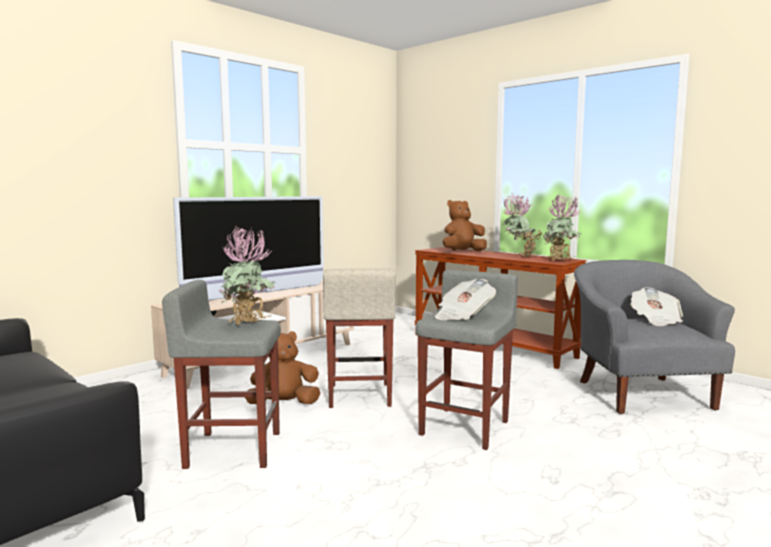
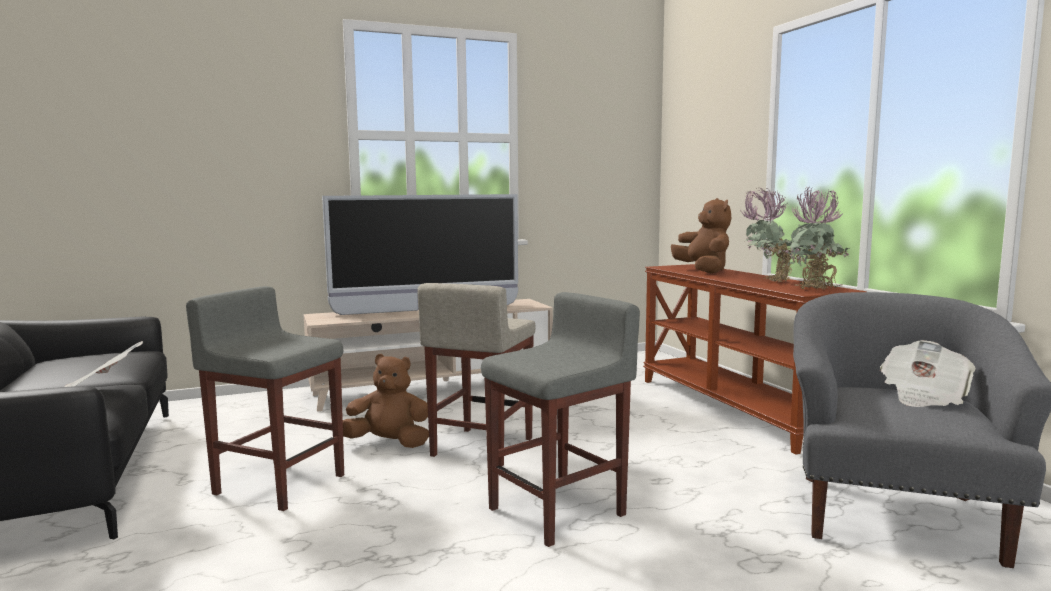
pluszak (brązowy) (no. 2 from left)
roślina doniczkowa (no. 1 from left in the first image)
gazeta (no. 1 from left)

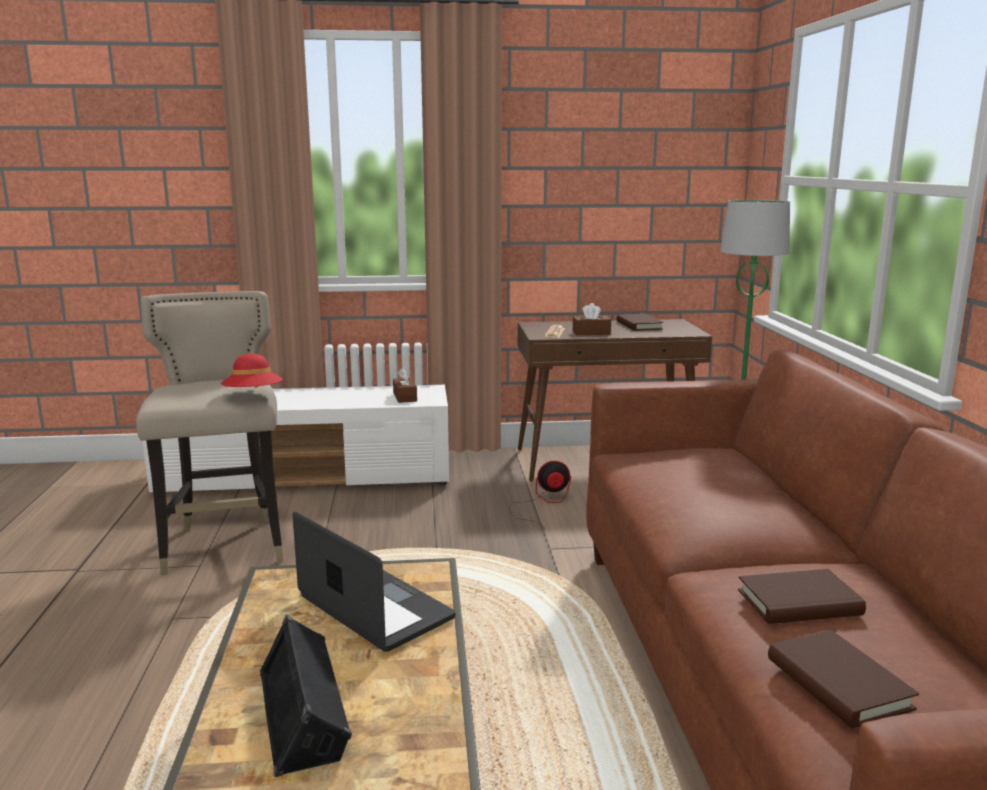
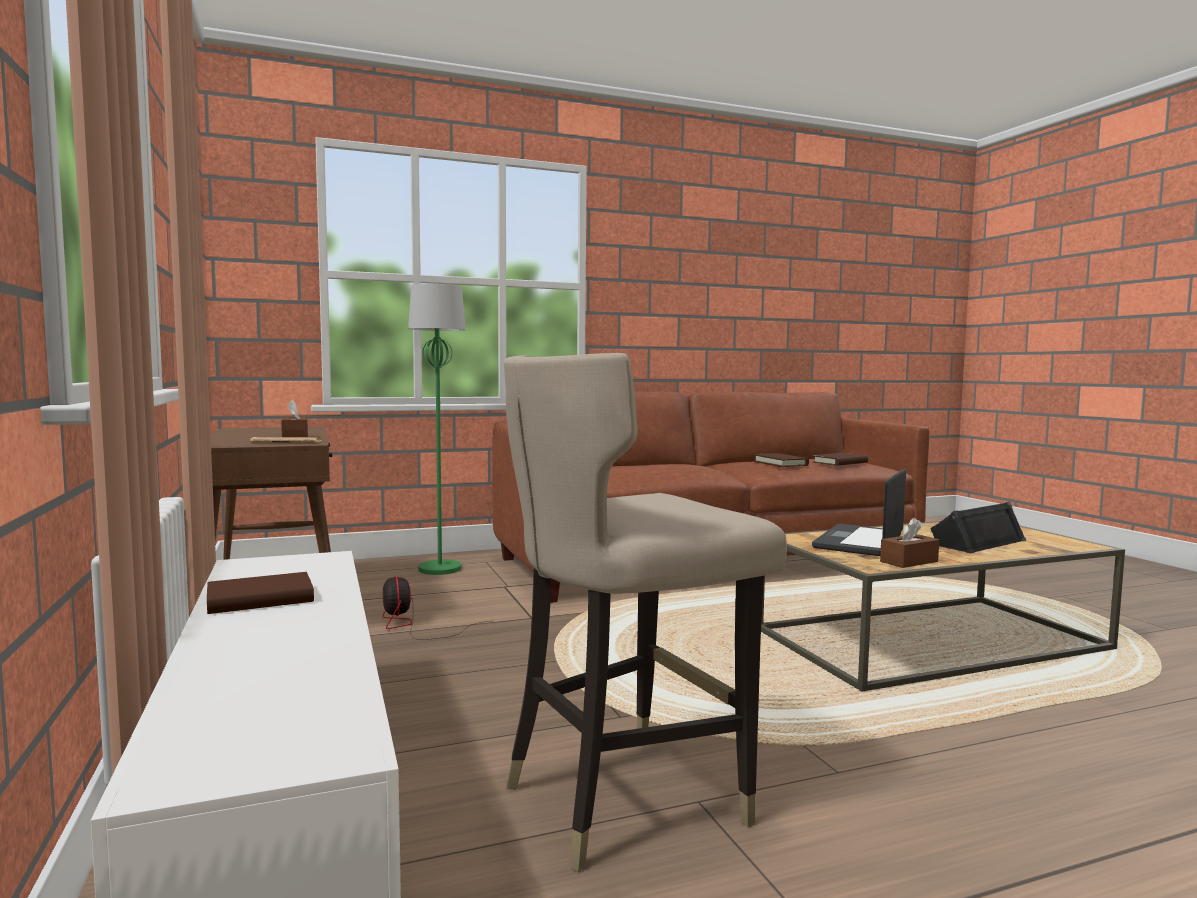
książka (brązowy) (no. 1 from left)
kapelusz (czerwony)
pudełko chusteczek (brązowy) (no. 2 from left)

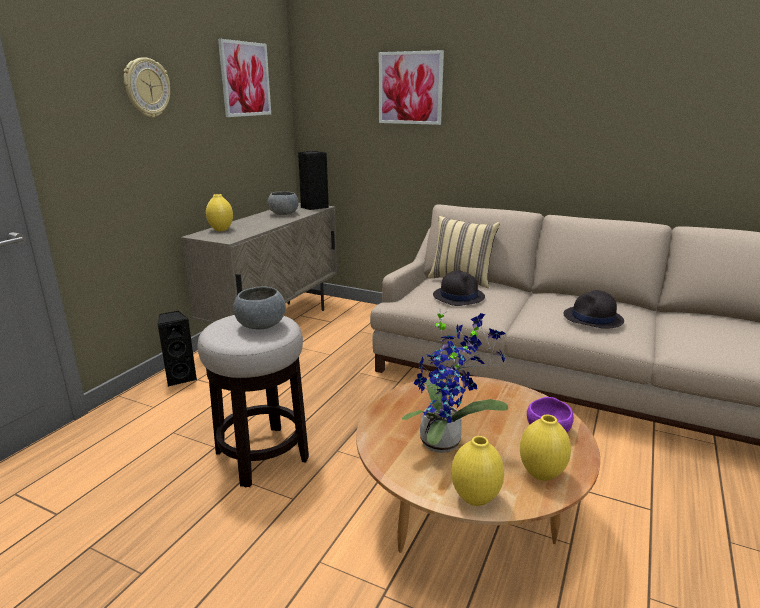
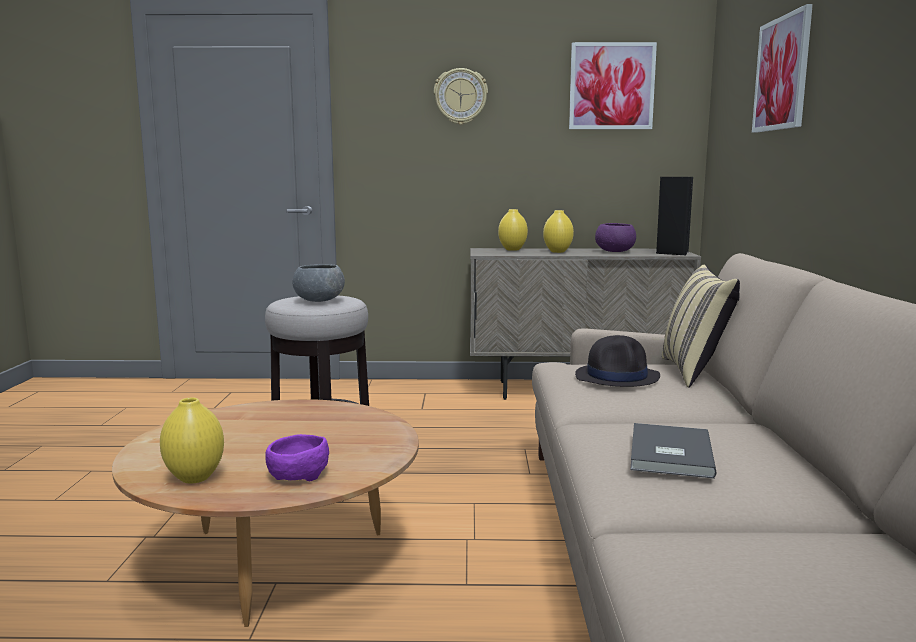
miska (fioletowy) (no. 2 from left)
książka (szary)
roślina doniczkowa
głośnik (czarny) (no. 1 from left in the first image)
wazon (żółty) (no. 3 from left)

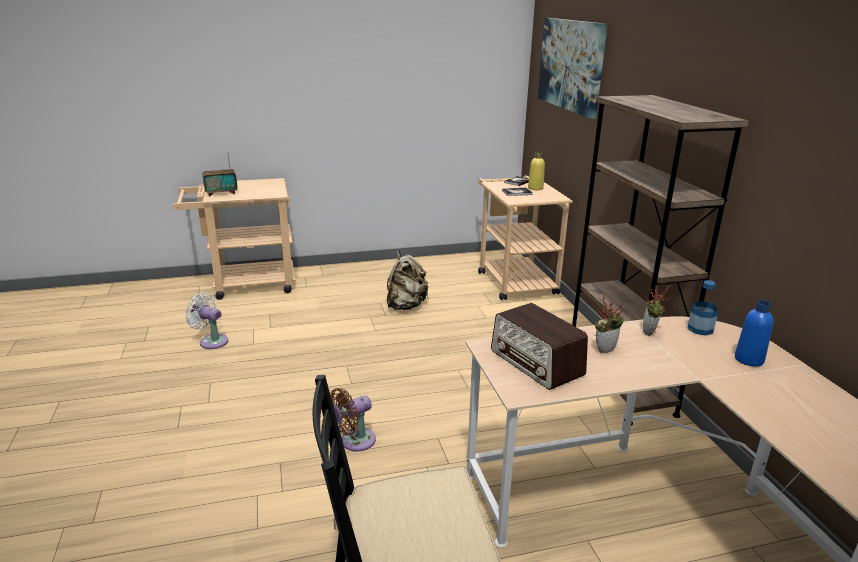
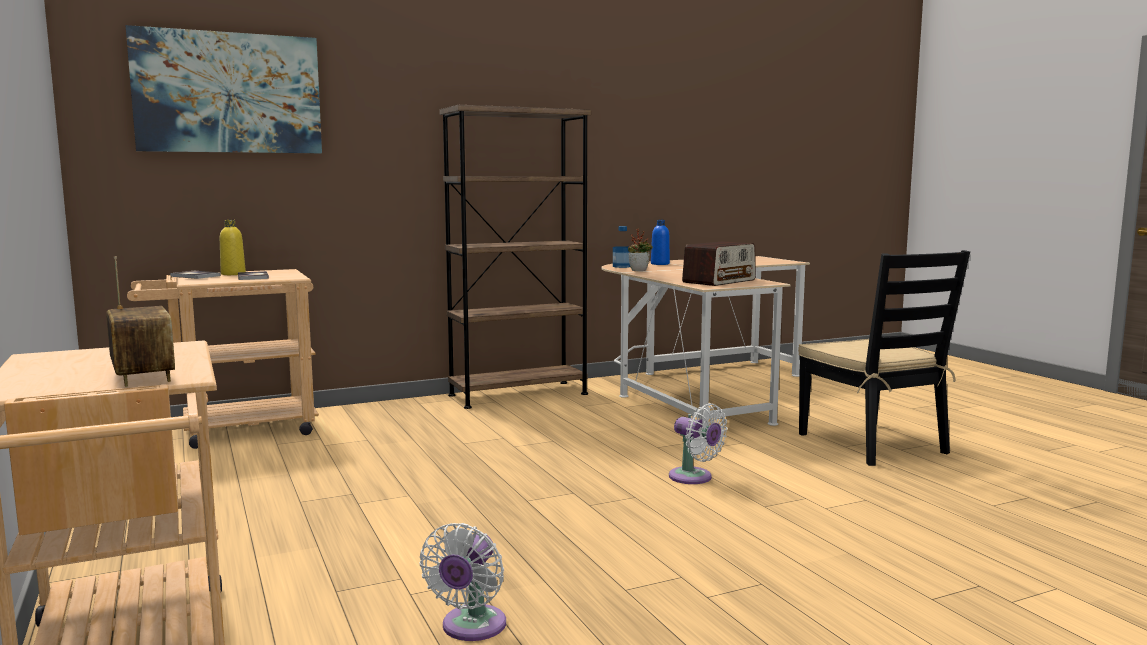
plecak (beżowy)
roślina doniczkowa (no. 1 from left in the first image)
wentylator (biały) (no. 2 from left)

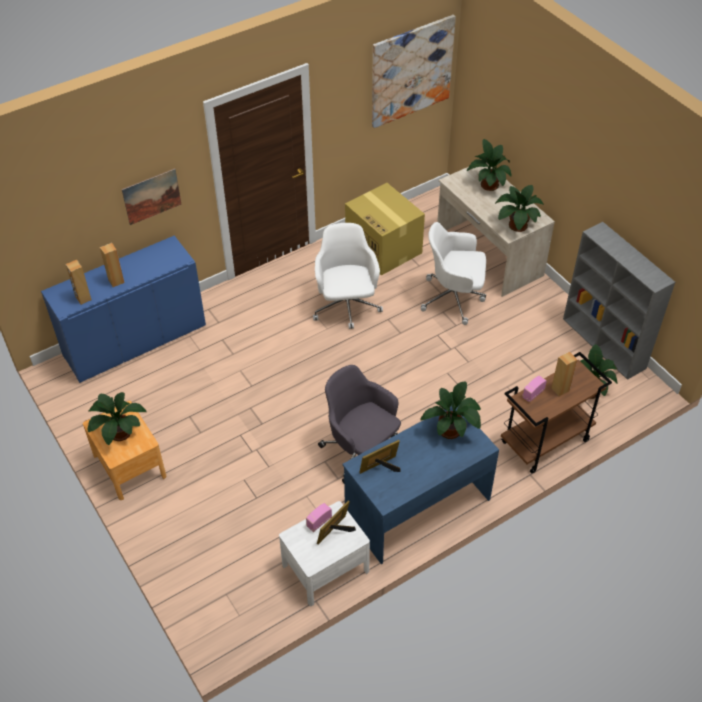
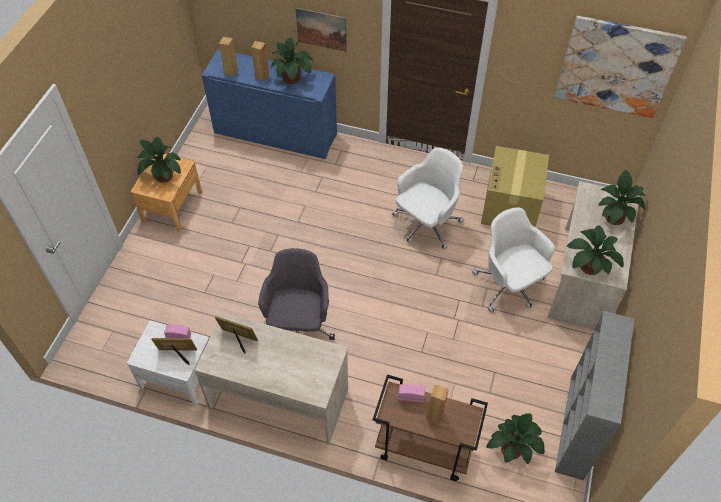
roślina doniczkowa (no. 2 from left)
biurko (beżowy) (no. 1 from left)

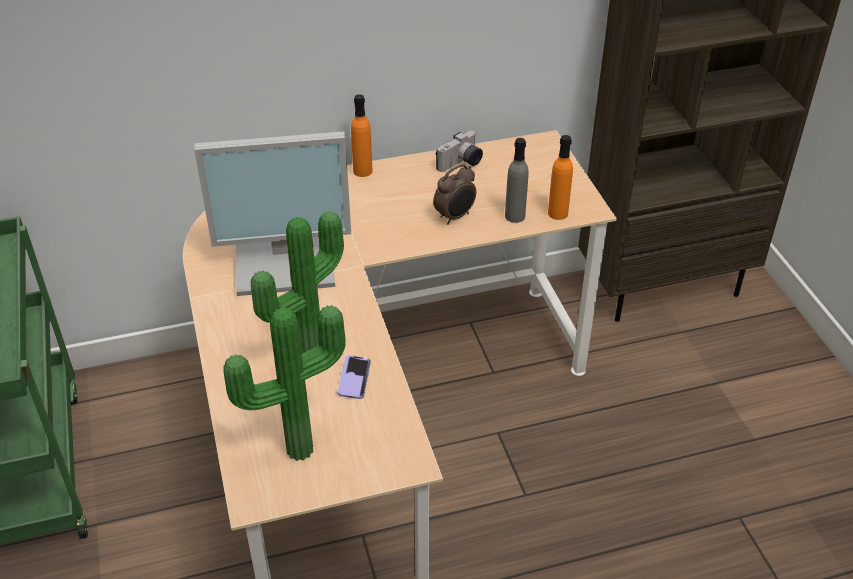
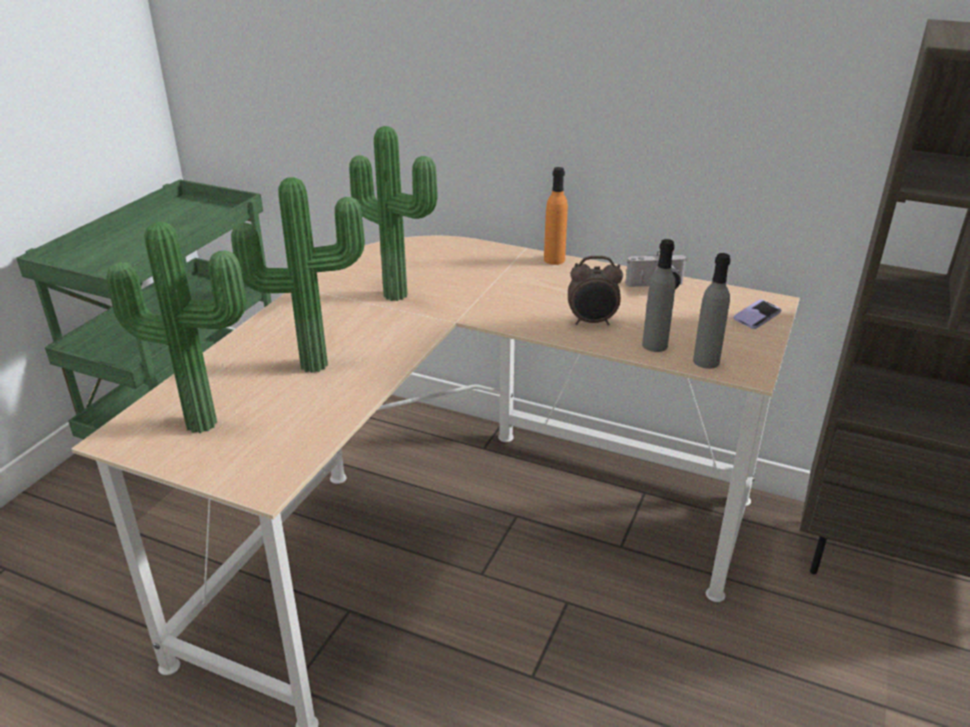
roślina doniczkowa (no. 3 from left)
butelka (szary) (no. 2 from left)
telefon

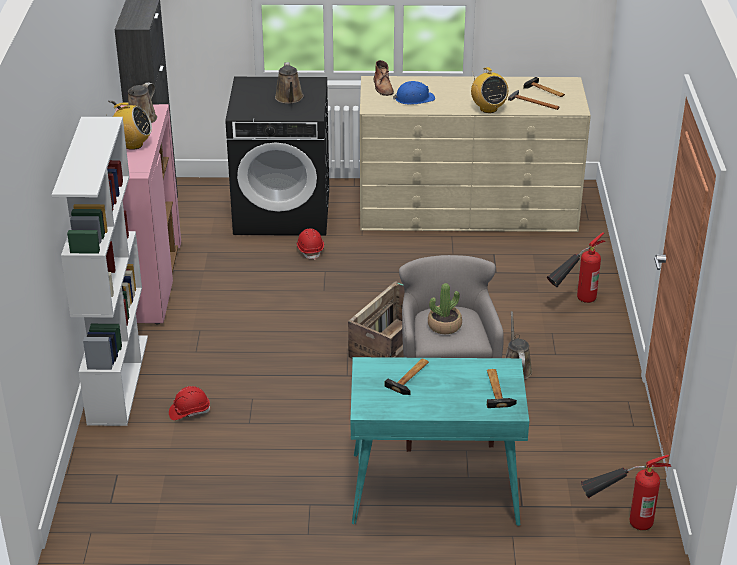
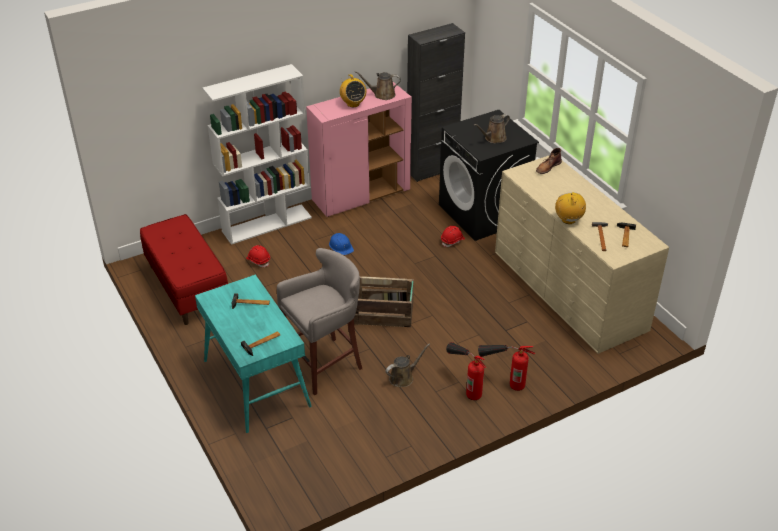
radio (no. 2 from left)
kask (niebieski)
roślina doniczkowa
gaśnica (no. 1 from left)
ławka (czerwony)

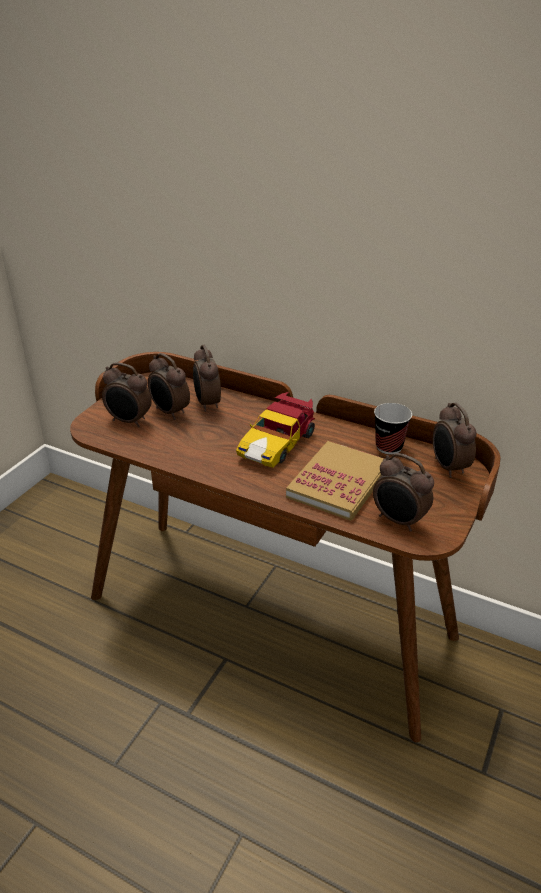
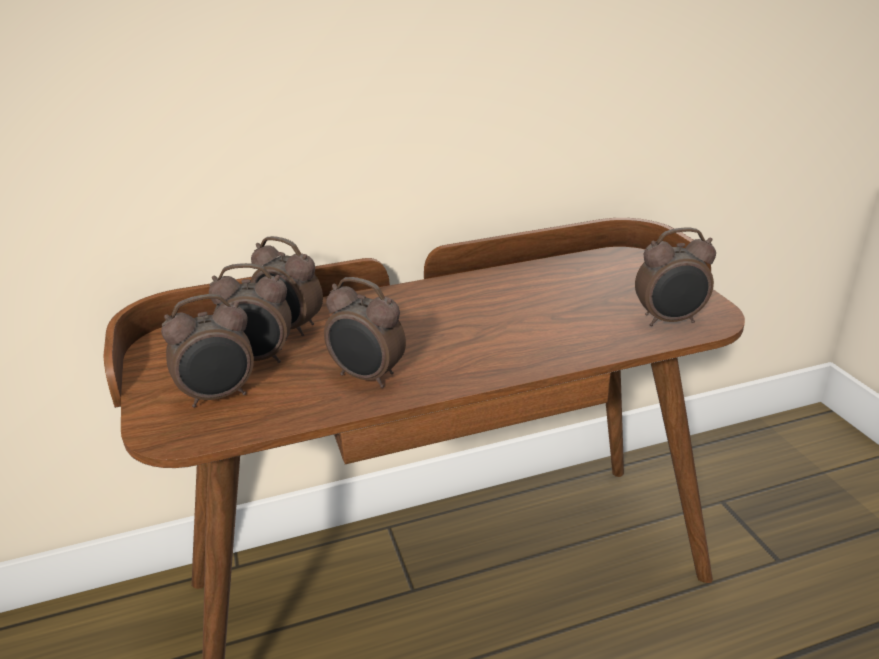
samochodzik
budzik (no. 4 from left)
filiżanka
książka

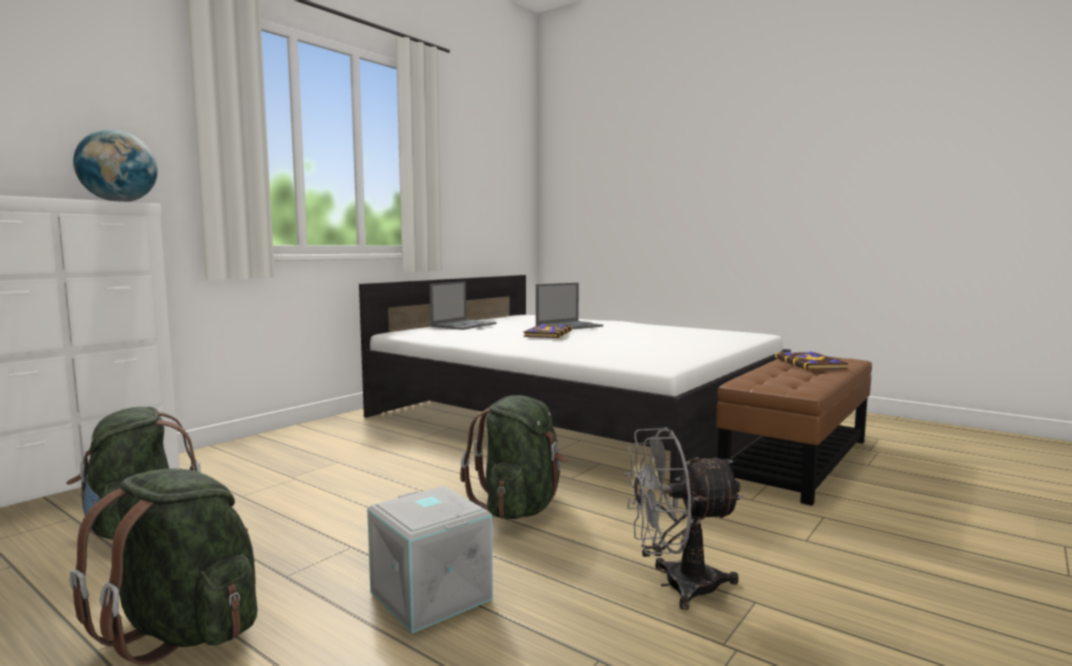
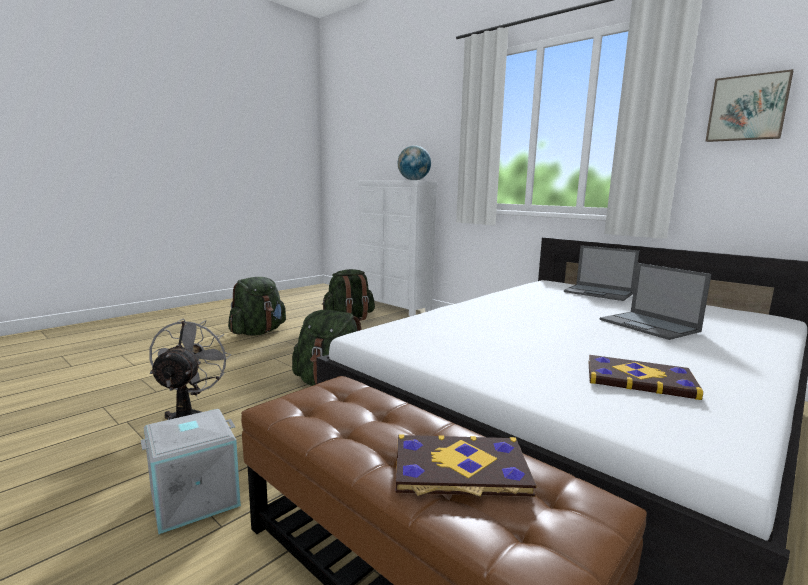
książka (no. 2 from left)
pojemnik do przechowywania (szary)
obraz

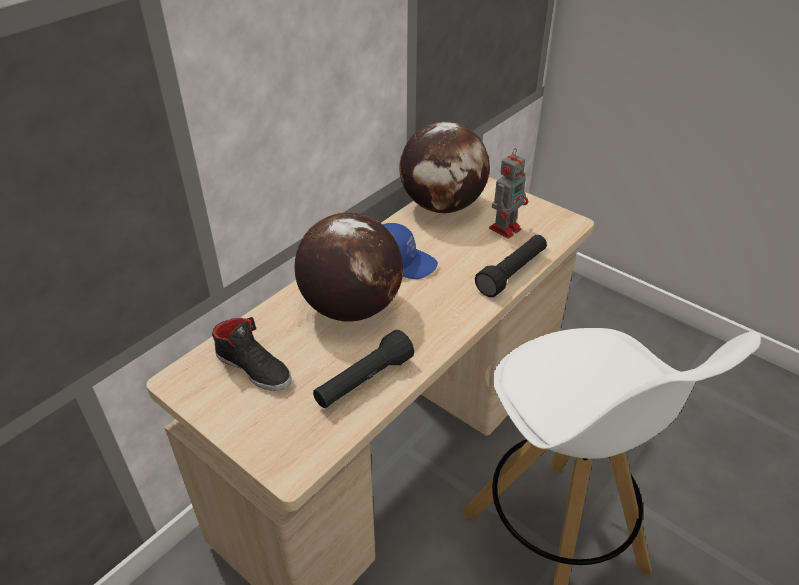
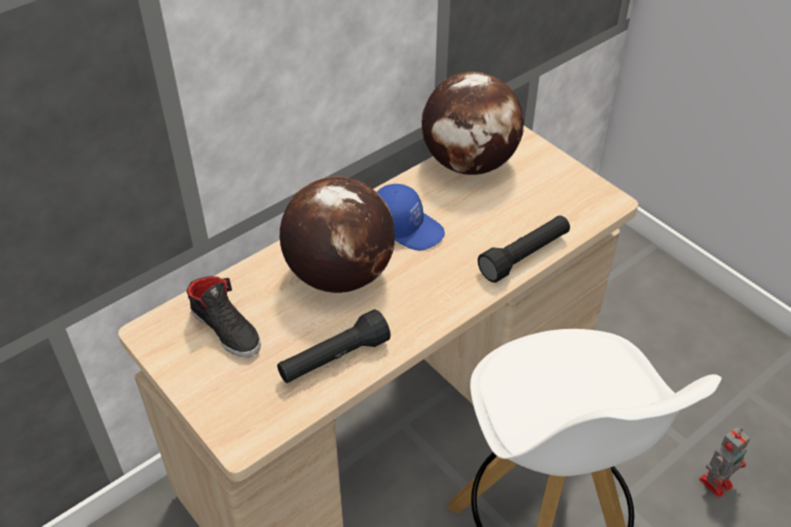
robot zabawkowy

